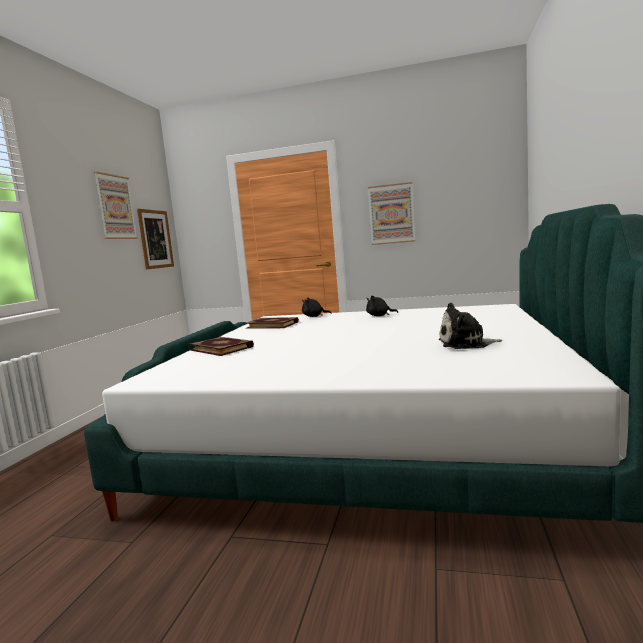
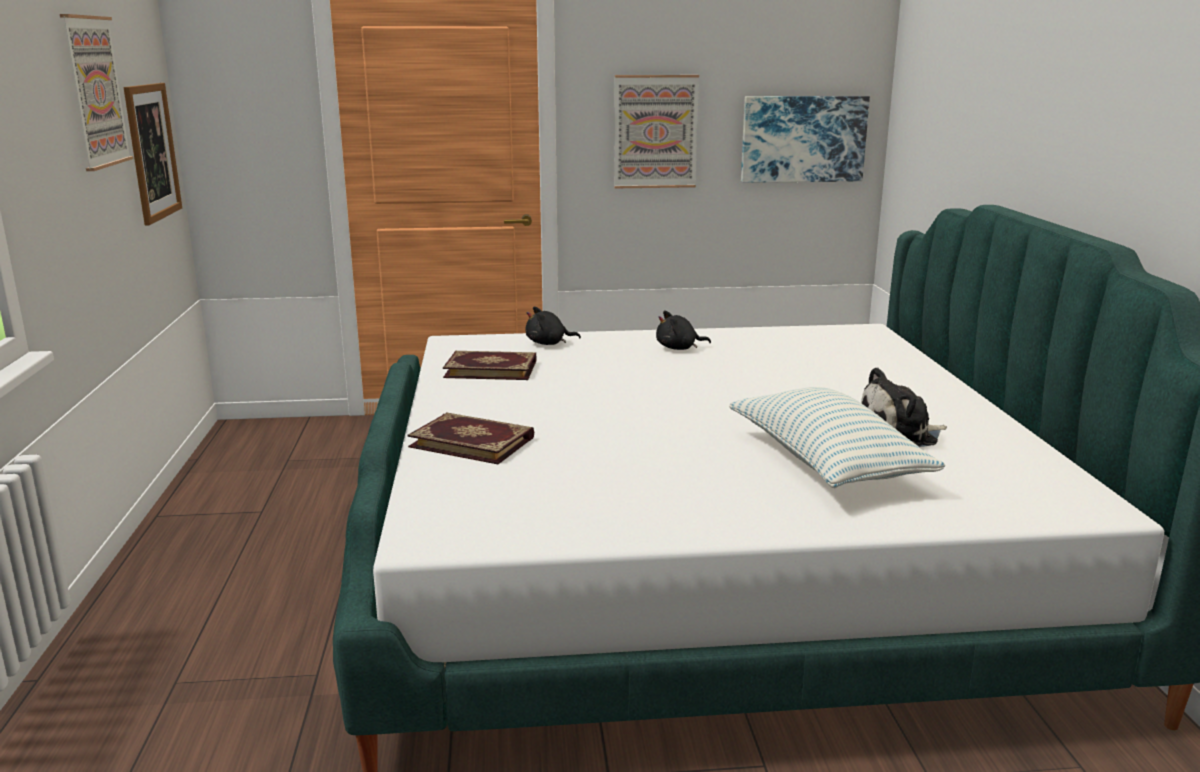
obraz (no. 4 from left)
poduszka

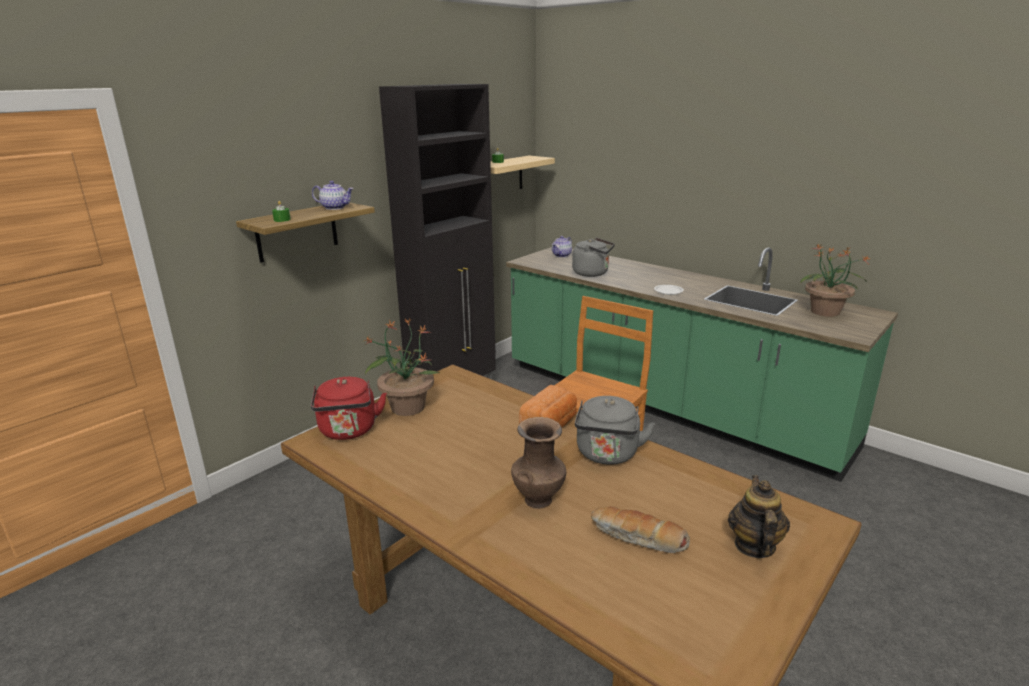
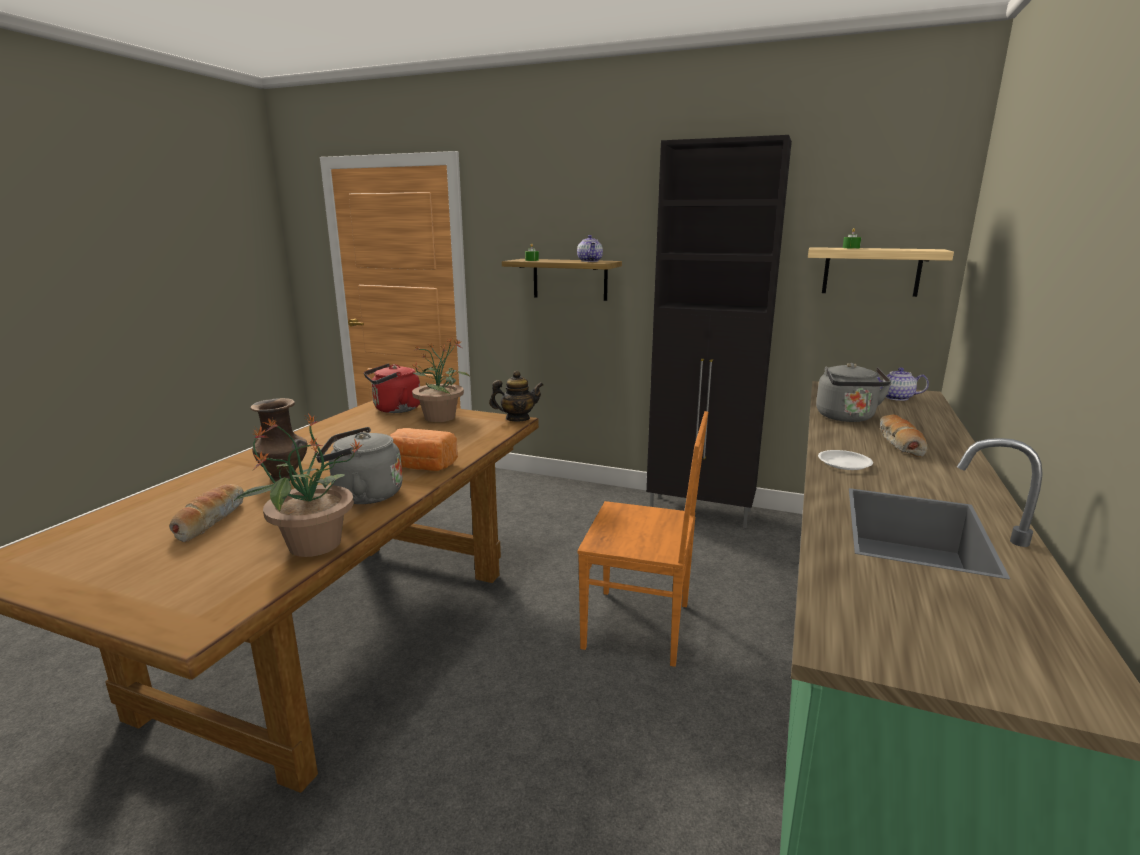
roślina doniczkowa (no. 1 from left)
imbryk (no. 1 from left)
chleb (no. 3 from left)

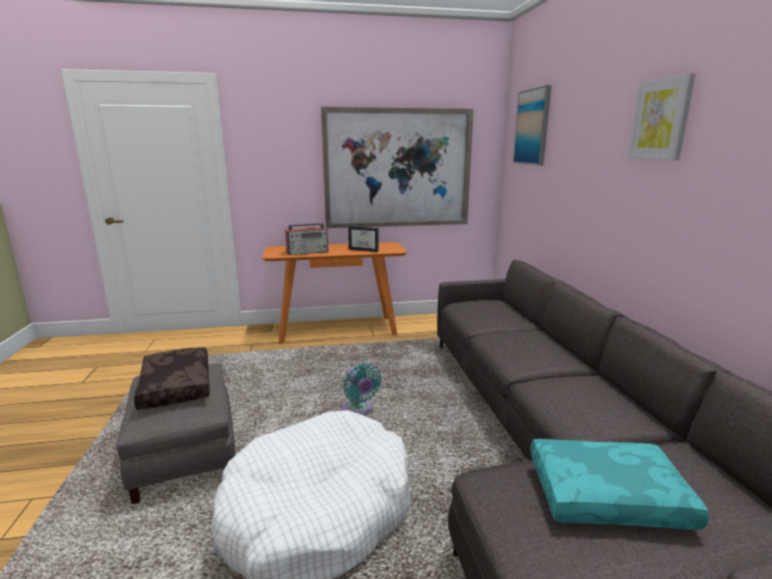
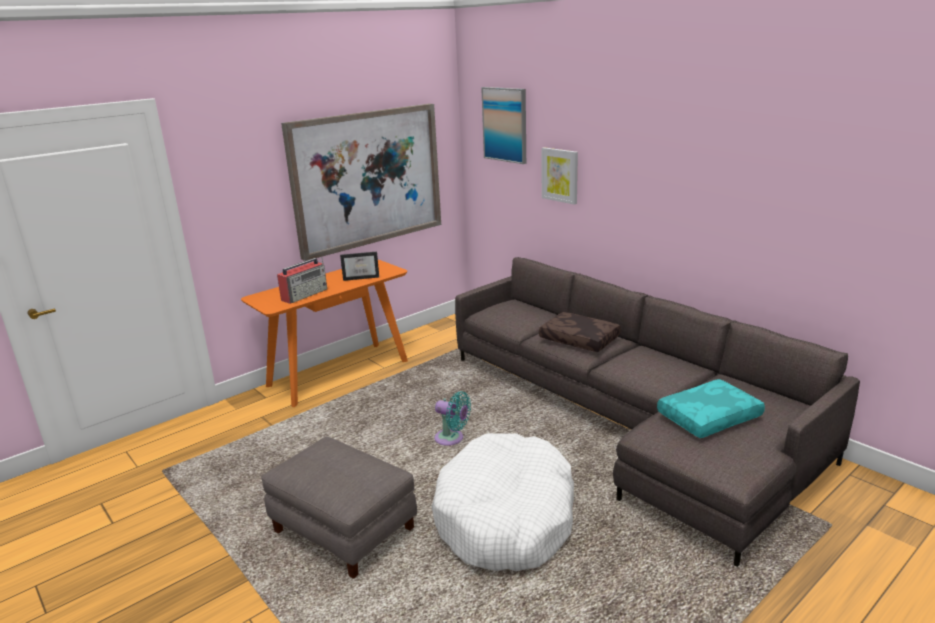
obraz (no. 3 from left)
poduszka (brązowy)

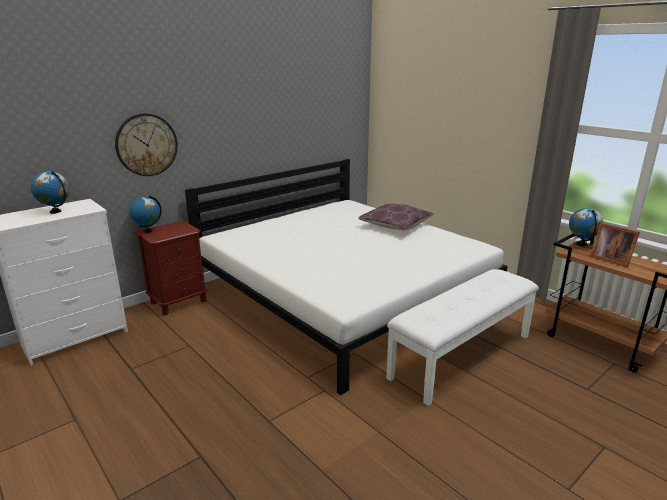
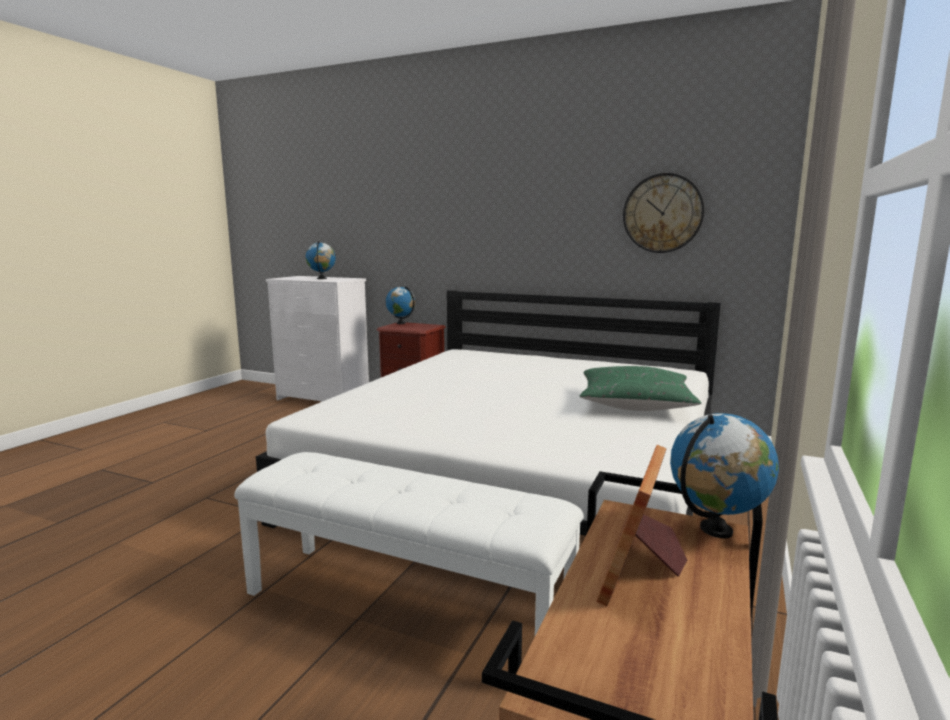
zegar ścienny
poduszka (zielony)

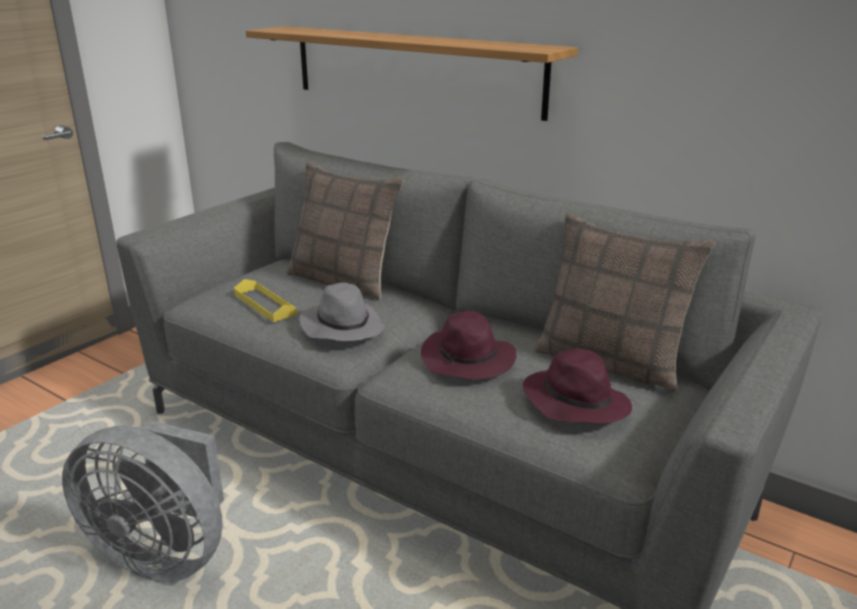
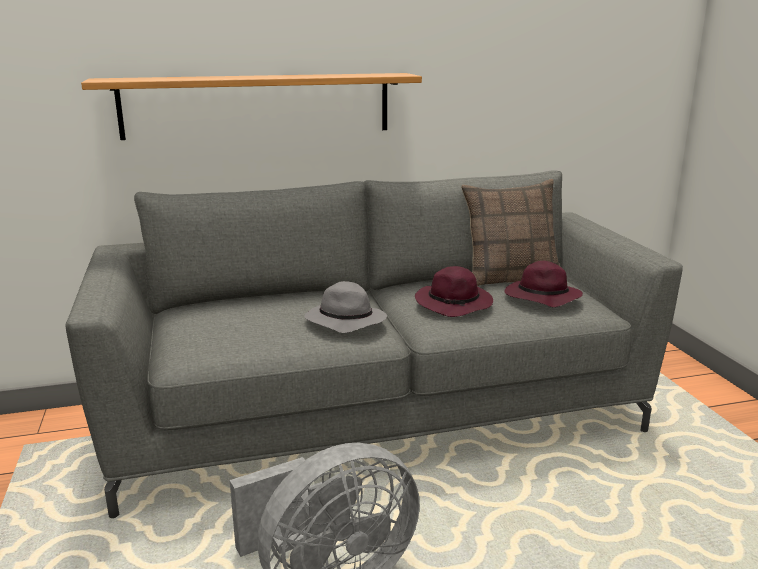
poduszka (no. 1 from left in the first image)
taca (żółty)

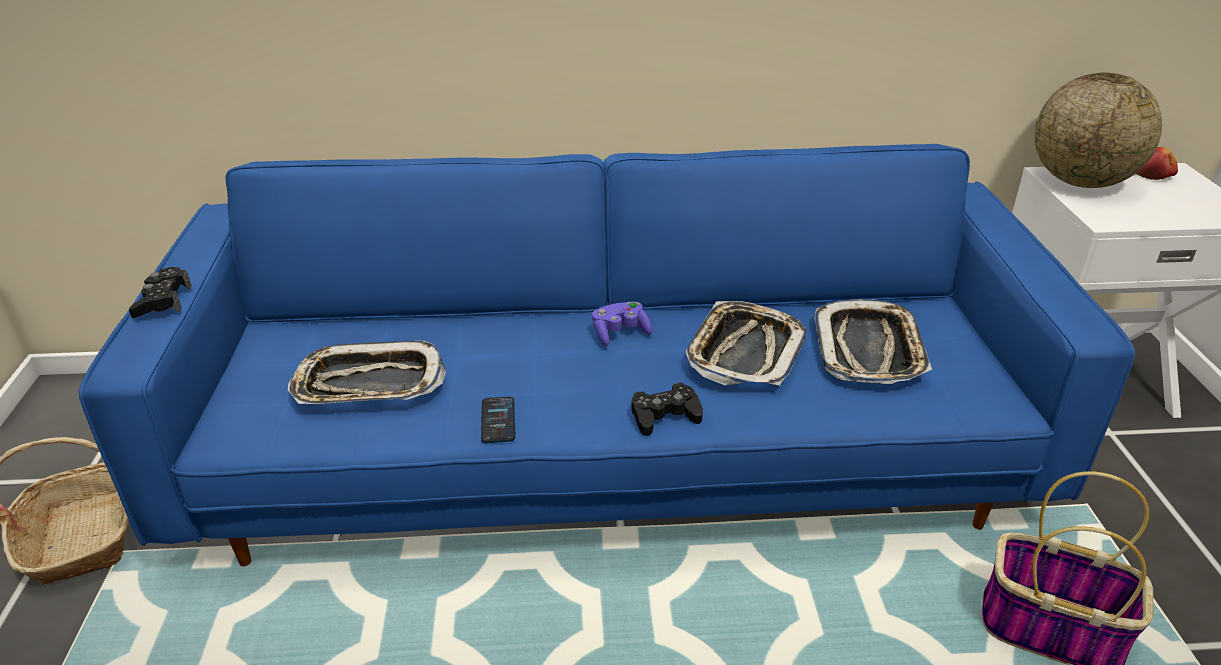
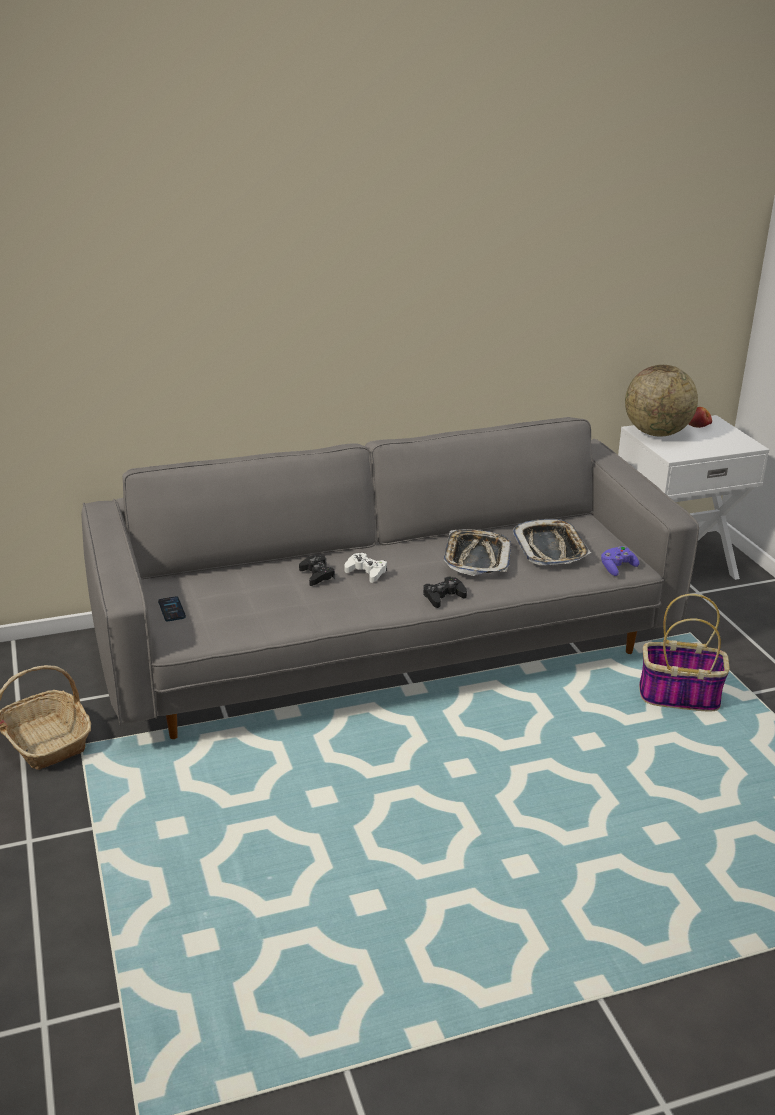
kanapa (szary)
pad do gier (czarny) (no. 1 from left)
pad do gier (fioletowy)
taca (no. 1 from left in the first image)
telefon
pad do gier (biały)

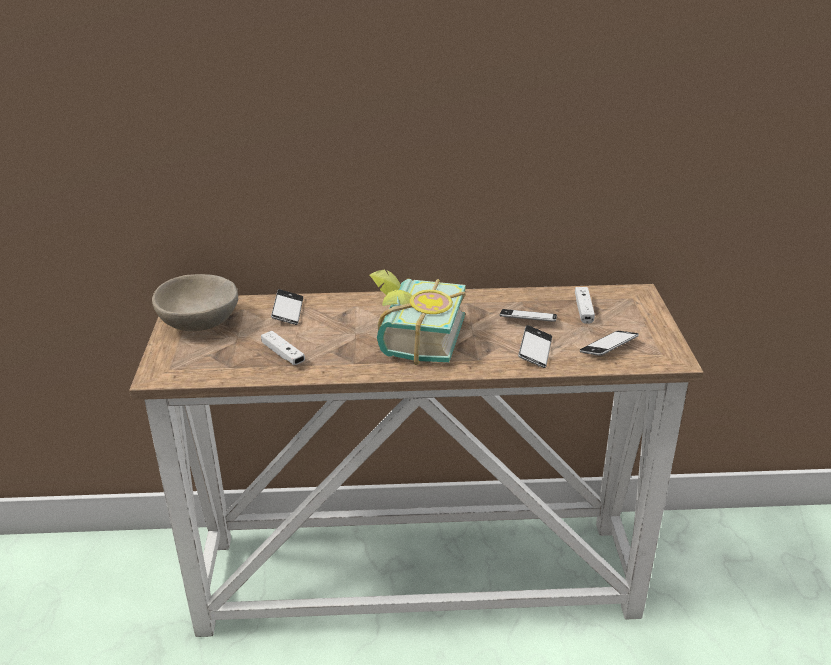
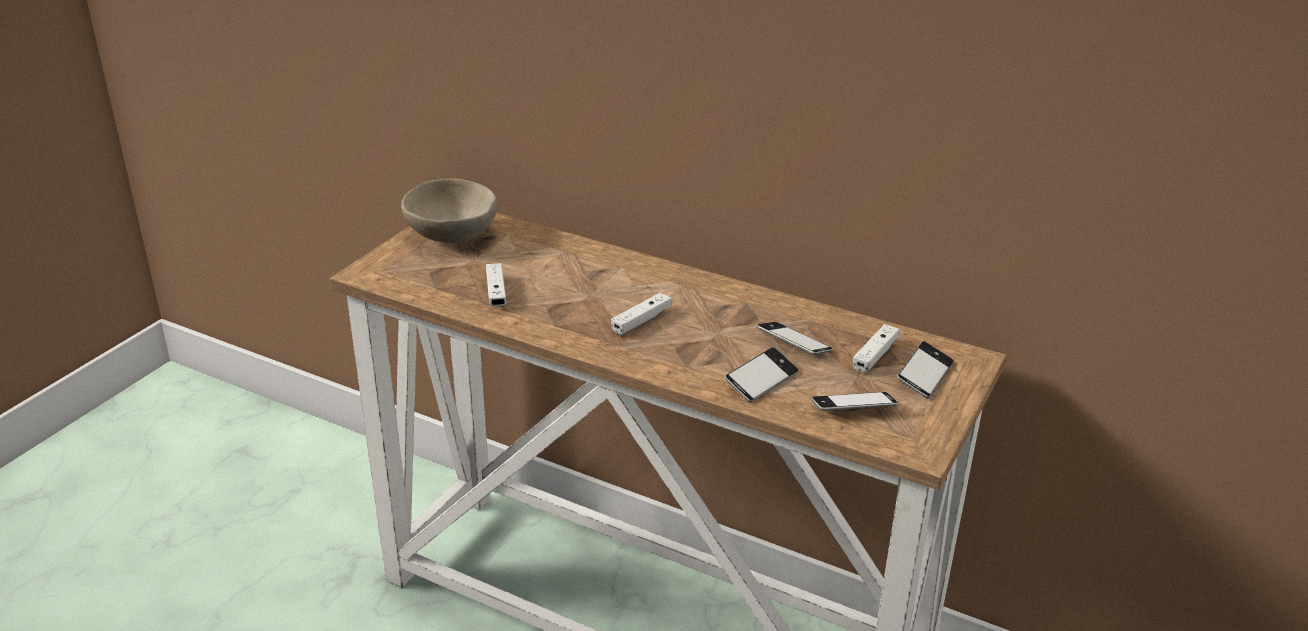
pad do gier (biały) (no. 2 from left)
telefon (no. 4 from left)

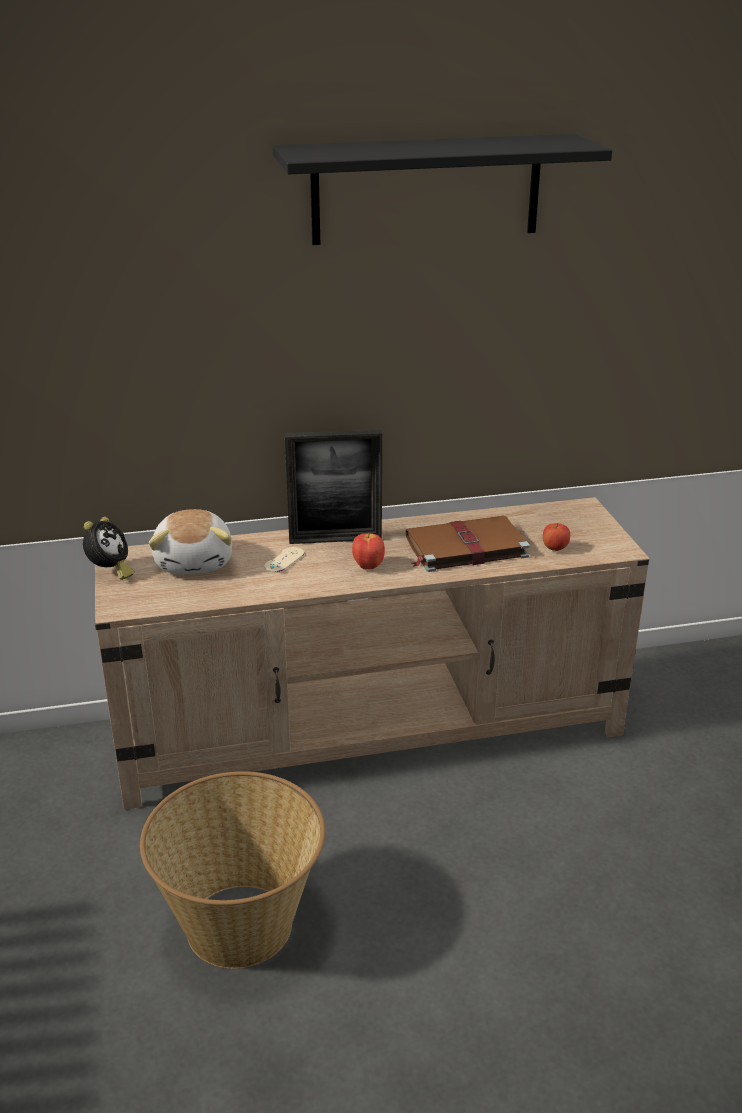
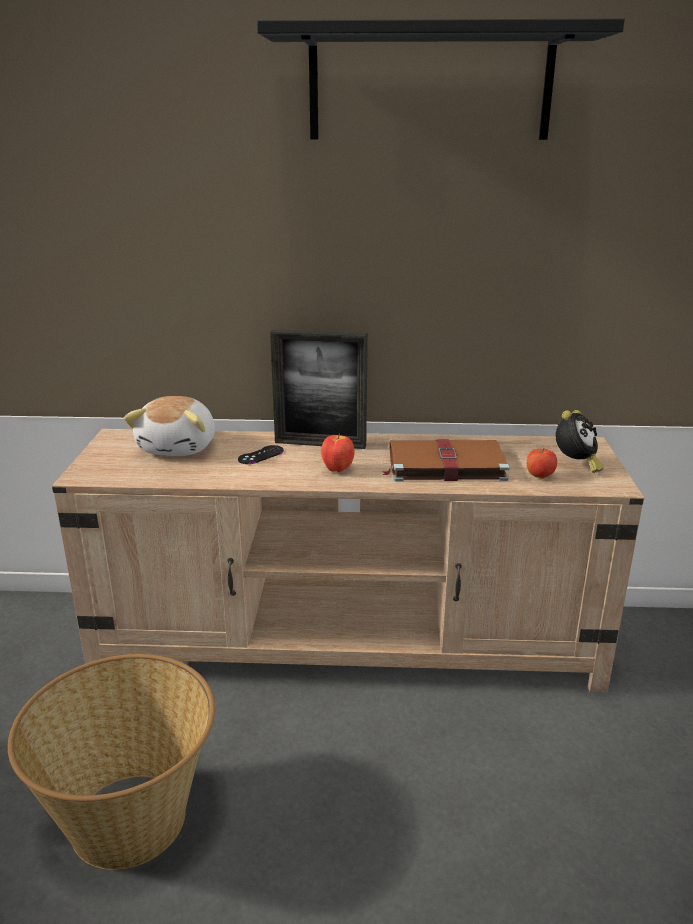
budzik
pad do gier (czarny)

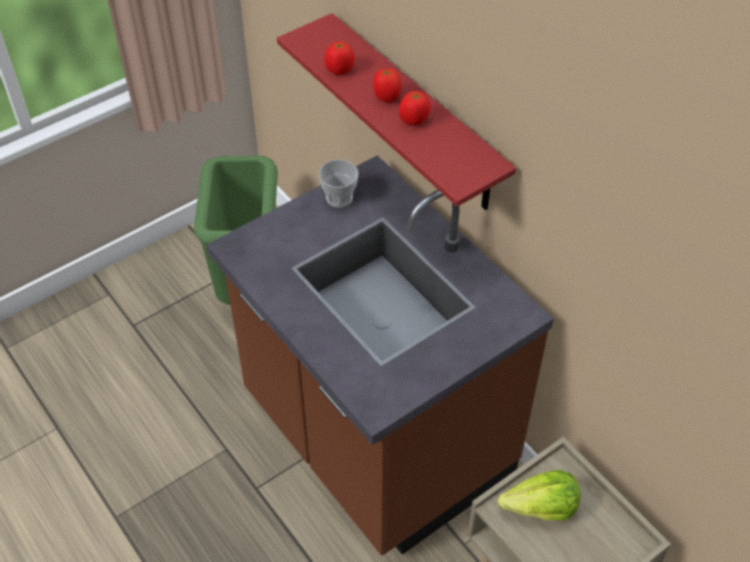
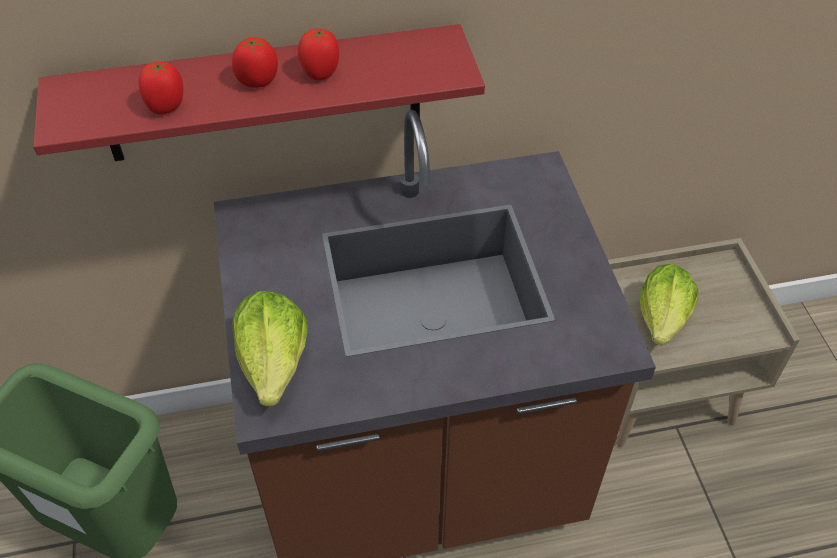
filiżanka
sałata (no. 1 from left)

